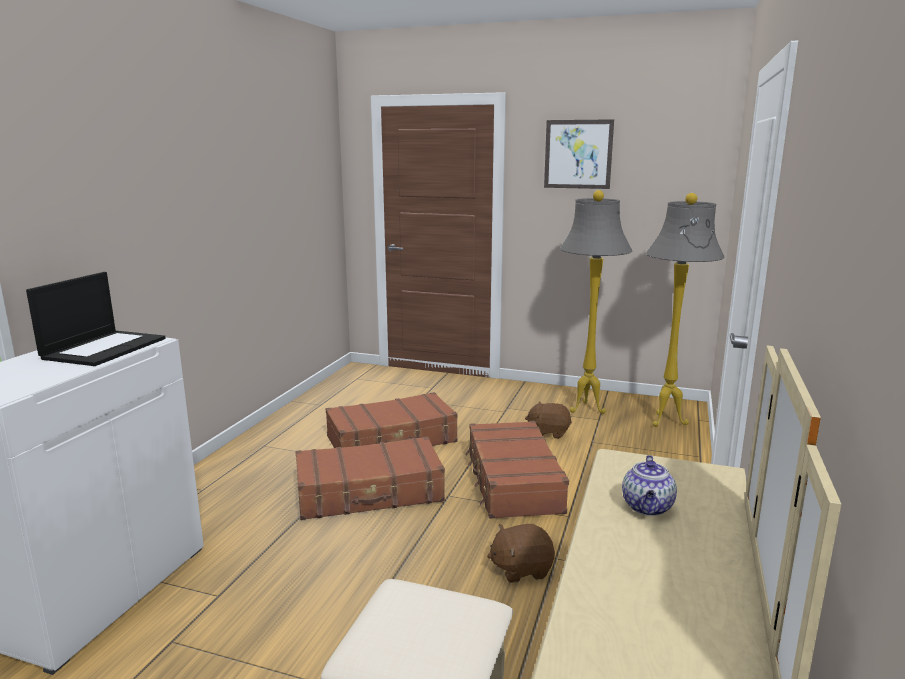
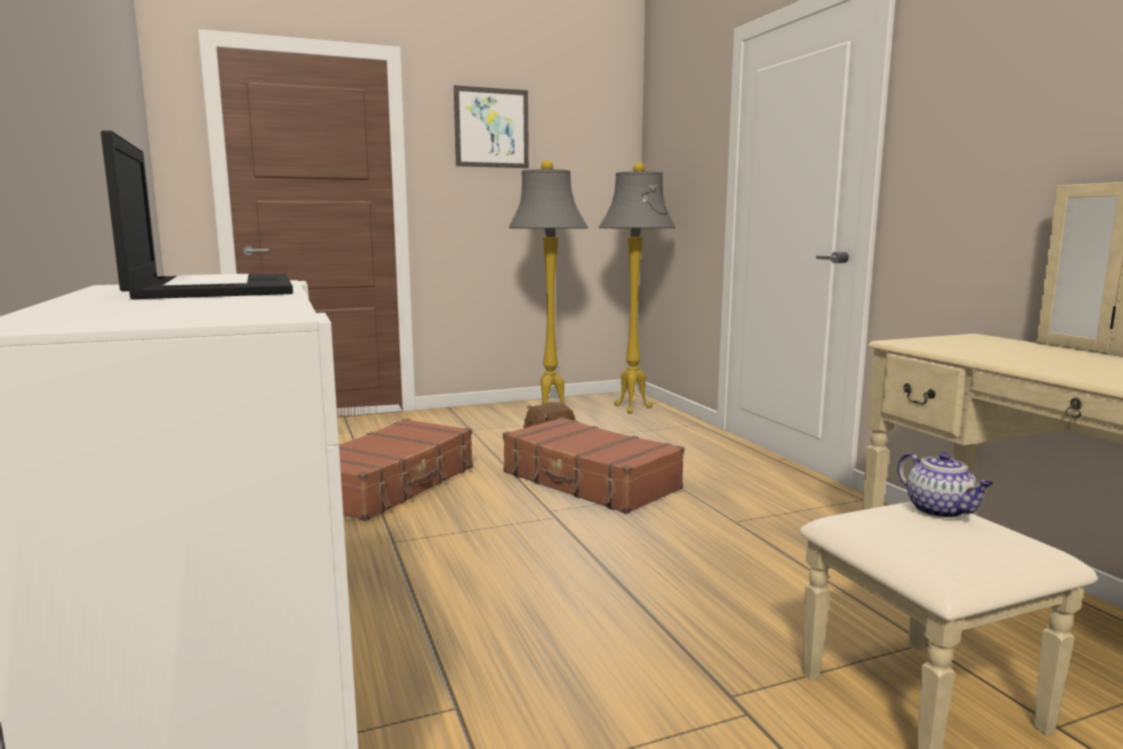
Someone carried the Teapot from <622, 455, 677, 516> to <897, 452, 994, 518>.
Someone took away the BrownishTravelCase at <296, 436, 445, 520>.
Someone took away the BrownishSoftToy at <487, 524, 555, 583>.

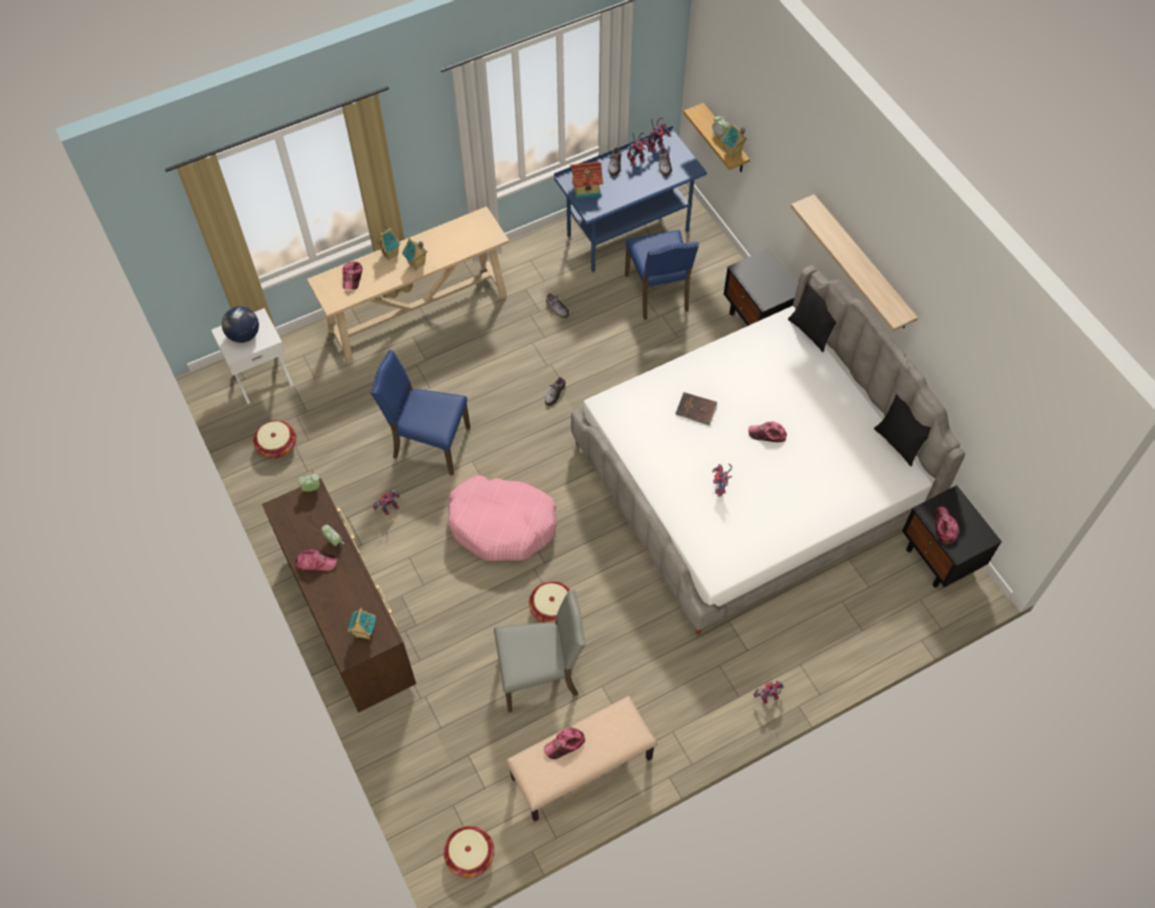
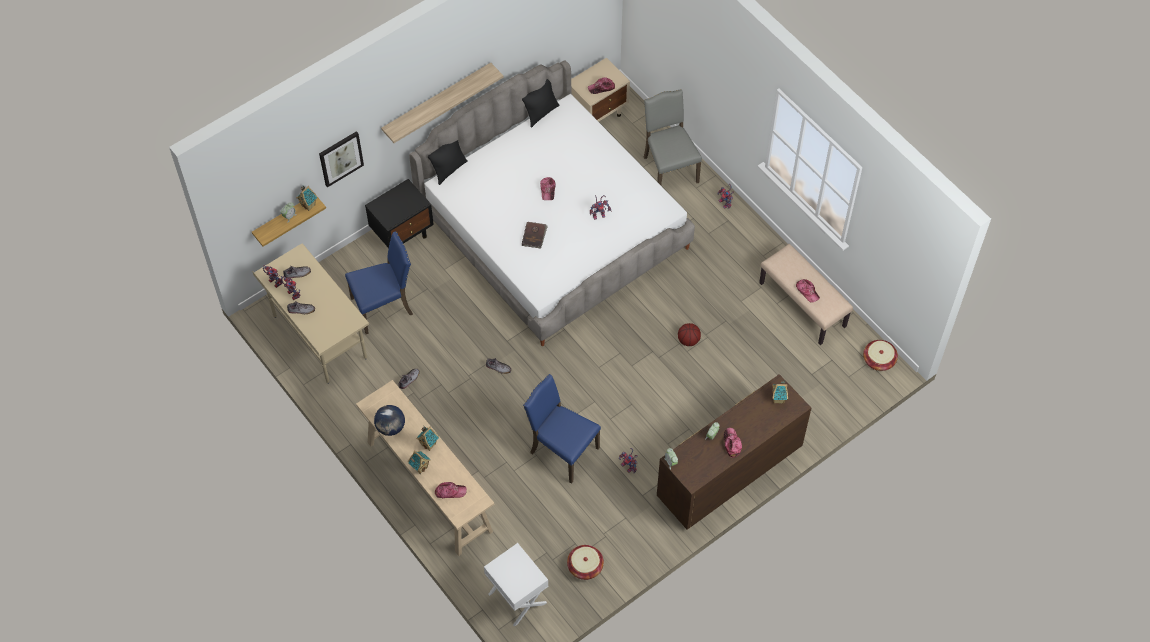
Someone repainted the BlueDesk at <554, 126, 707, 273>, which became the BeigeDesk at <252, 243, 369, 384>.
Someone put up the WallArt at <319, 131, 364, 187>.
Someone carried the Globe from <222, 306, 259, 343> to <374, 405, 405, 436>.
Someone rotated the BluePlainChair at <370, 350, 470, 476> by 120 degrees clockwise.
Someone repainted the BlackBedsideTable at <902, 485, 1002, 588>, which became the BeigeBedsideTable at <571, 58, 630, 122>.
Someone carried the GreyPlainChair from <494, 590, 586, 712> to <644, 89, 702, 185>.
Someone swapped the Basket at <529, 581, 570, 623> for the Basketball at <678, 323, 701, 346>.
Someone took away the PinkDogBed at <448, 475, 557, 561>.
Someone took away the MiniatureHouse at <570, 162, 603, 199>.

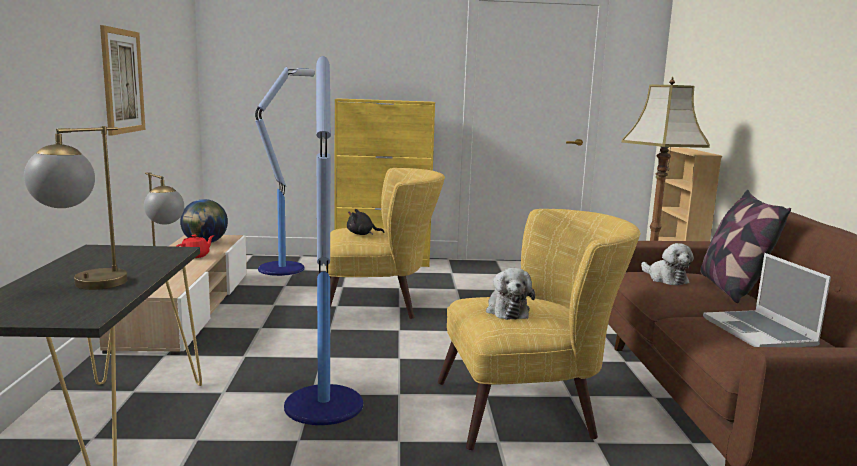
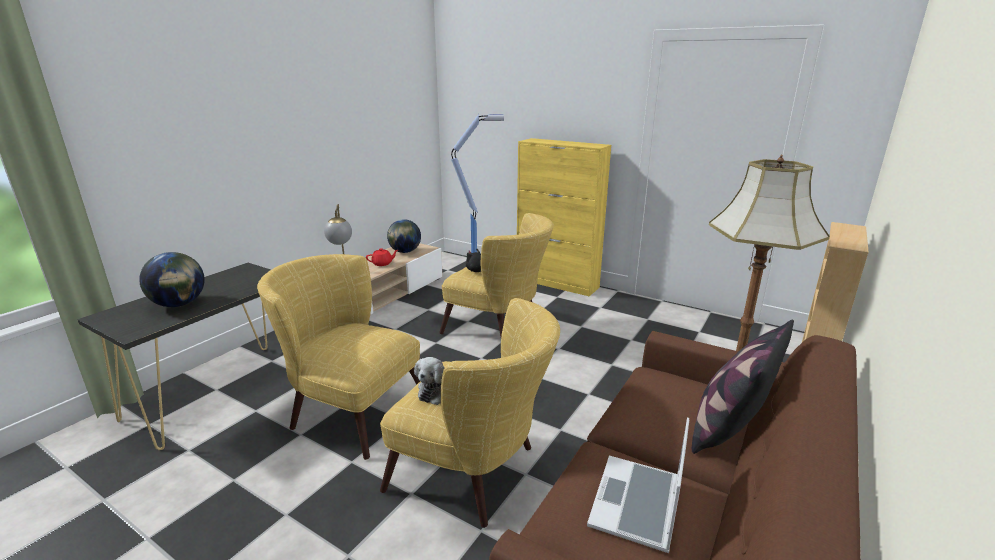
Someone swapped the TableLamp at <24, 126, 127, 290> for the Globe at <139, 252, 205, 307>.
Someone swapped the FloorLamp at <284, 56, 363, 425> for the YellowishEasyChair at <257, 254, 420, 460>.
Someone took away the WallArt at <100, 25, 146, 136>.
Someone took away the SoftToy at <641, 243, 694, 285>.

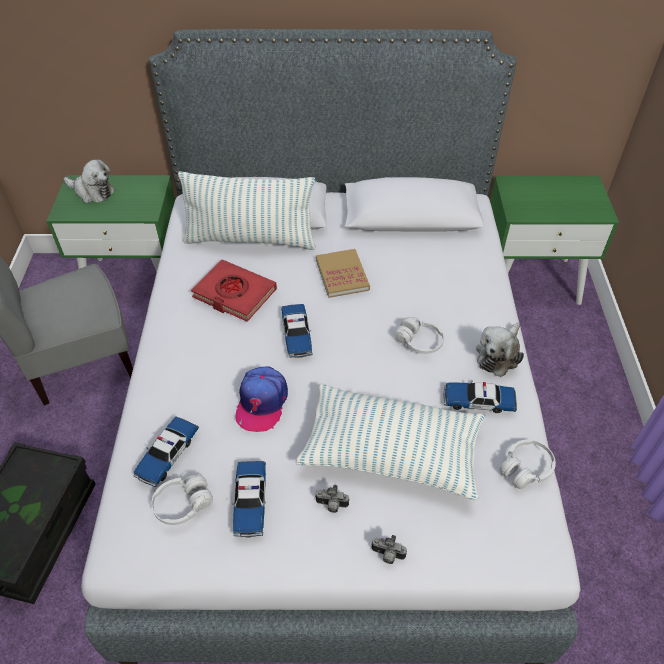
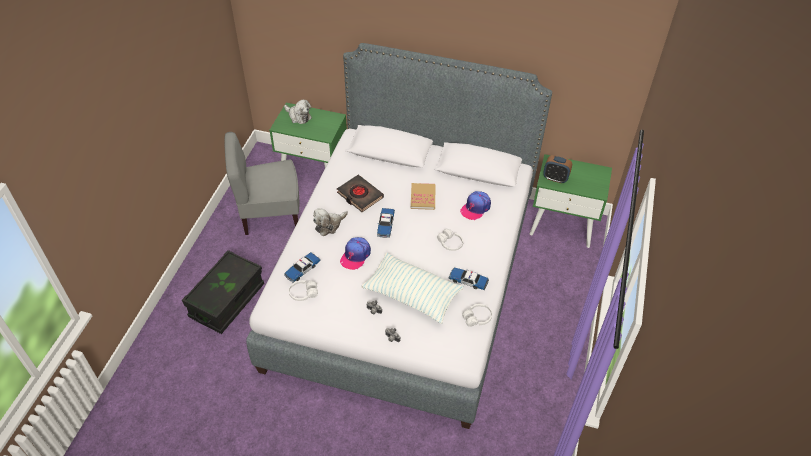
Someone carried the SoftToy from <476, 323, 524, 377> to <313, 208, 348, 236>.
Someone repainted the RedColouredBoundBook at <191, 259, 277, 322>, which became the BlackBoundBook at <337, 175, 384, 212>.
Someone put down the PeakedCap at <460, 191, 491, 220>.
Someone put down the AlarmClock at <543, 155, 572, 183>.
Someone took away the Pillow at <178, 172, 316, 250>.
Someone took away the ToyCar at <232, 461, 266, 537>.

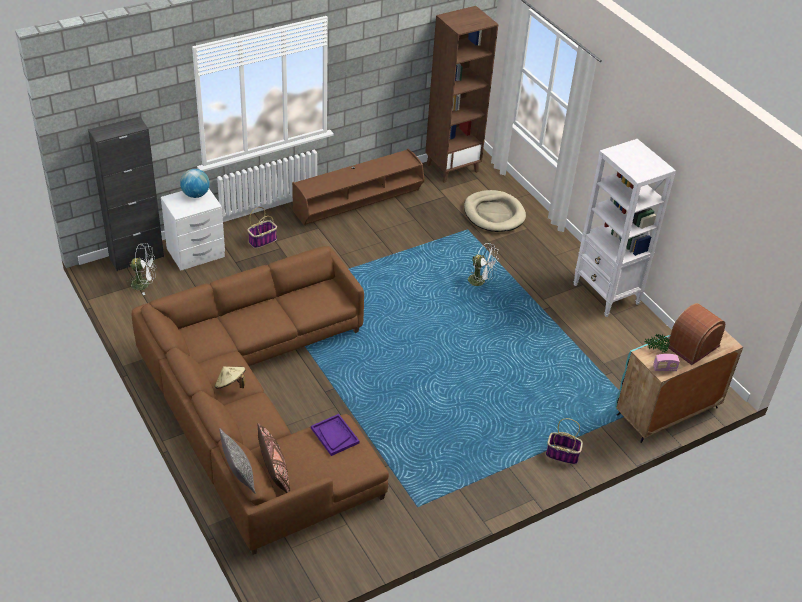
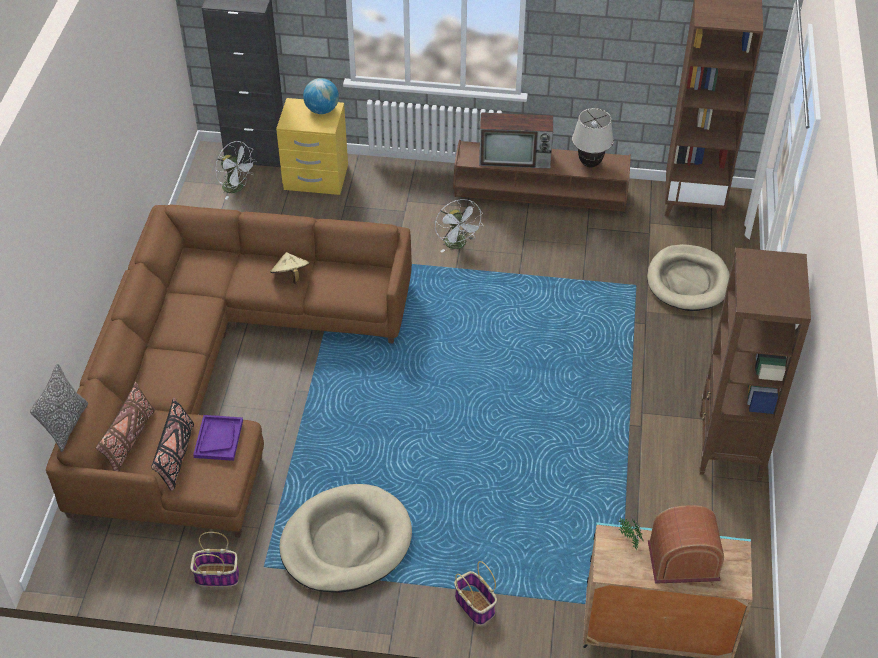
Someone put down the BlackPillow at <151, 398, 194, 491>.
Someone carried the Basket from <248, 207, 277, 248> to <190, 532, 239, 587>.
Someone carried the BeigeWearableHat from <215, 366, 246, 389> to <270, 252, 310, 284>.
Someone repainted the WhiteBedsideTable at <161, 189, 225, 270>, which became the YellowishBedsideTable at <276, 98, 348, 195>.
Someone put down the BeigeDogBed at <280, 484, 412, 593>.
Someone carried the WhiteElectricFan from <468, 243, 499, 286> to <435, 199, 483, 252>.
Someone put down the TvSet at <479, 112, 553, 169>.
Someone put down the BeigeTableLamp at <572, 108, 614, 168>.
Someone repainted the WhiteBookcase at <574, 139, 676, 317>, which became the BrownishBookcase at <700, 248, 811, 481>.
Someone took away the Radio at <653, 354, 680, 371>.

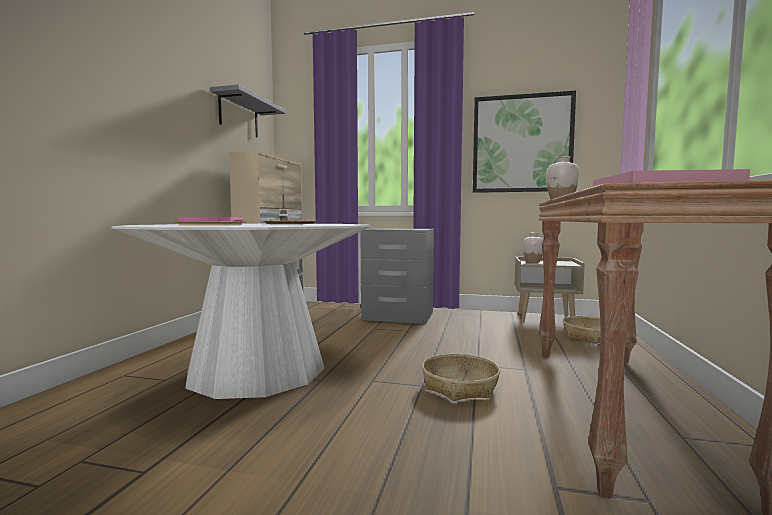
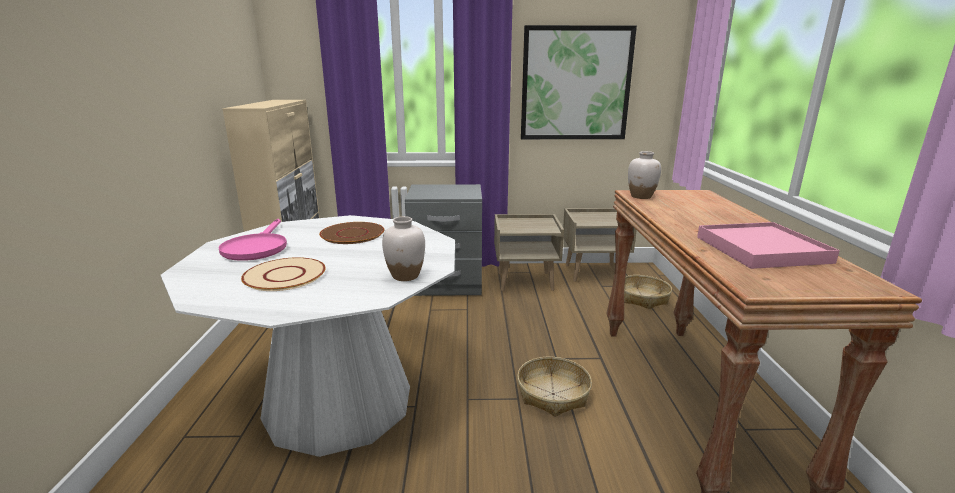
Someone carried the WhiteDecorativeVase from <523, 233, 543, 263> to <382, 216, 425, 281>.
Someone put down the BeigeBedsideTable at <494, 214, 564, 291>.
Someone took away the GreyBracketShelf at <210, 85, 286, 137>.

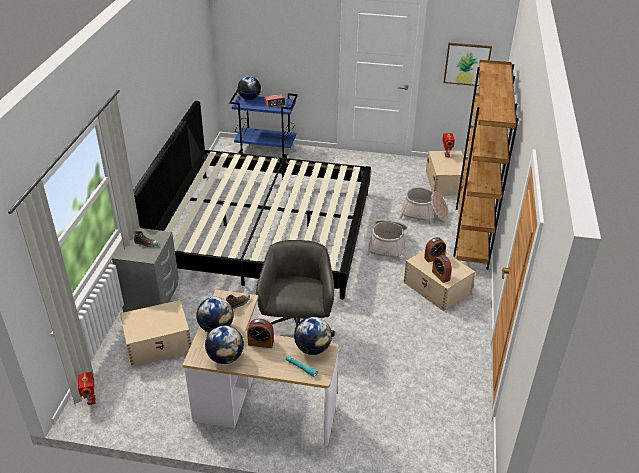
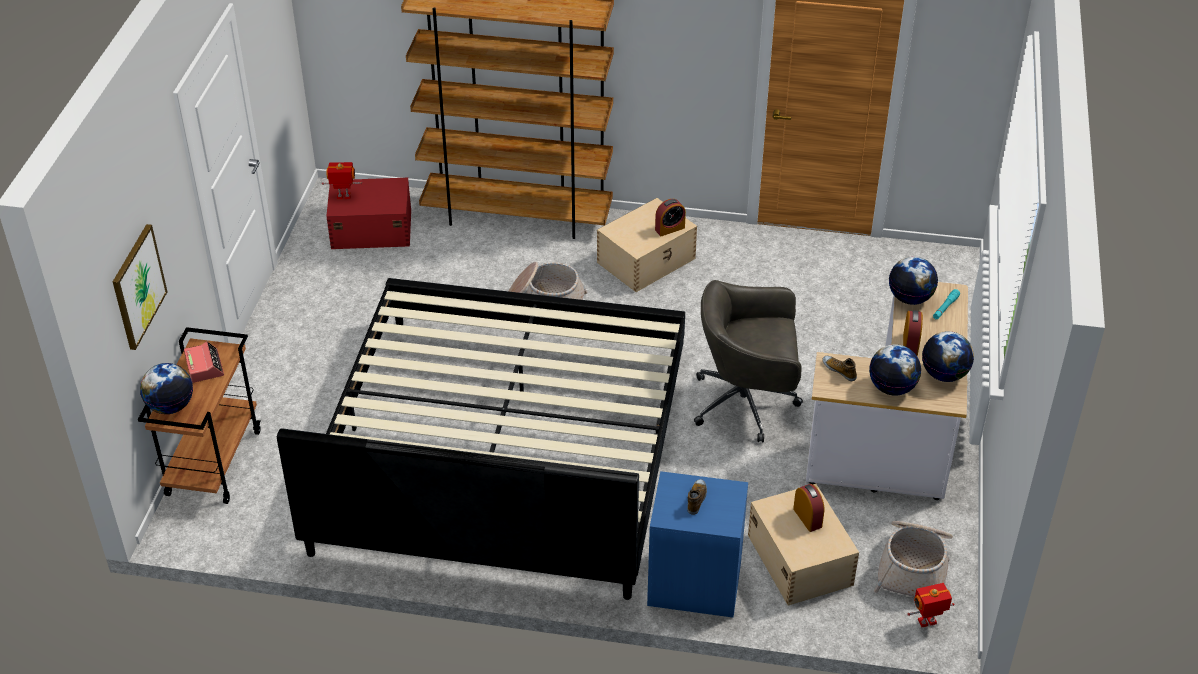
Someone carried the WallArt from <444, 43, 492, 86> to <113, 224, 168, 350>.
Someone repainted the BlueTrolley at <229, 89, 298, 158>, which became the BrownishTrolley at <138, 327, 261, 504>.
Someone repainted the BeigeStorageBin at <426, 151, 464, 196>, which became the RedColouredStorageBin at <326, 178, 411, 249>.
Someone repainted the GreyBedsideTable at <112, 228, 179, 312>, which became the BlueBedsideTable at <647, 471, 748, 617>.
Someone carried the AlarmClock from <424, 237, 446, 263> to <793, 484, 825, 532>.
Someone carried the Basket from <400, 188, 448, 225> to <874, 521, 953, 597>.

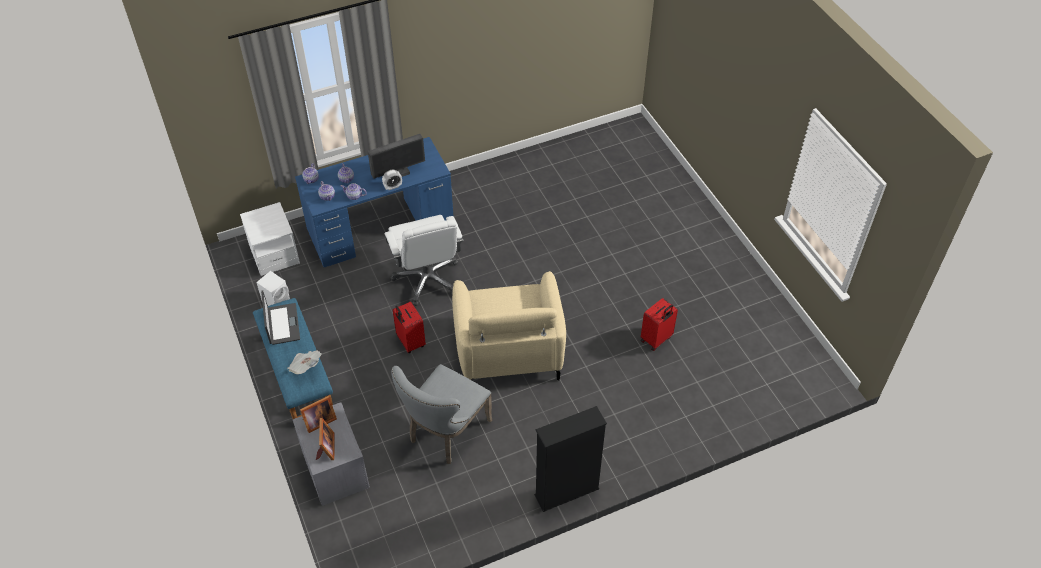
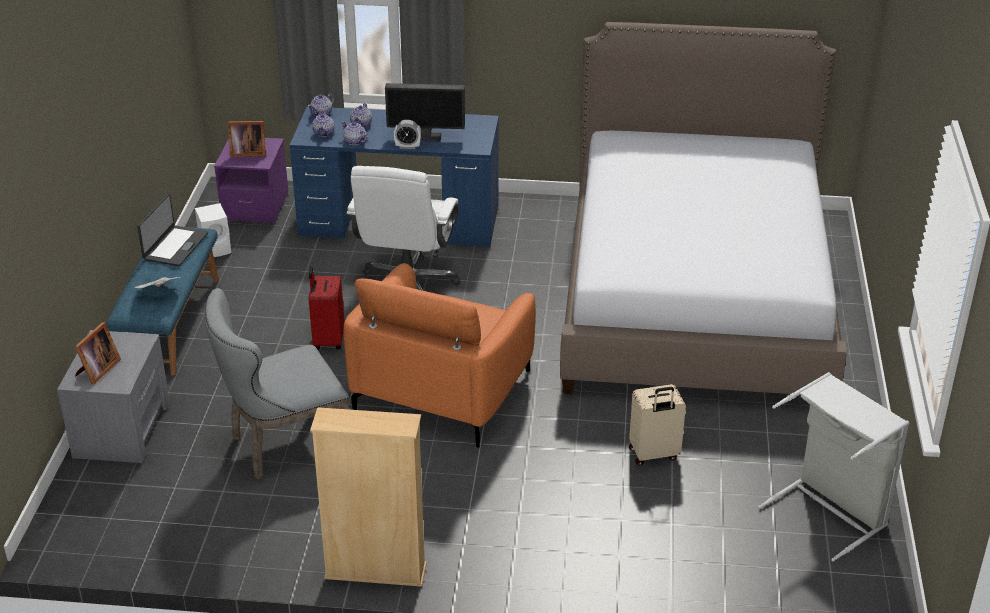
Someone repainted the WhiteBedsideTable at <240, 202, 300, 276>, which became the PurplishBedsideTable at <214, 138, 288, 223>.
Someone carried the StandingFrame from <300, 396, 337, 433> to <227, 121, 266, 157>.
Someone repainted the BlackBookcase at <534, 406, 607, 512>, which became the BeigeBookcase at <310, 407, 427, 587>.
Someone repainted the BeigeEasyChair at <452, 271, 566, 381>, which became the OrangeyEasyChair at <343, 263, 536, 448>.
Someone put down the SleepingBed at <560, 22, 847, 394>.
Someone repainted the RedColouredTravelCase at <641, 298, 678, 351>, which became the BeigeTravelCase at <629, 384, 686, 466>.
Someone put down the GreyHamper at <758, 372, 909, 562>.

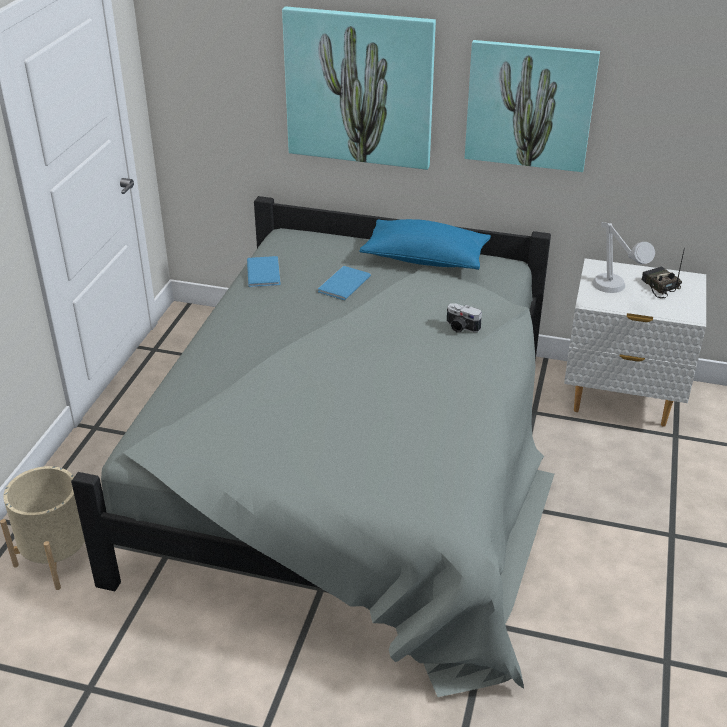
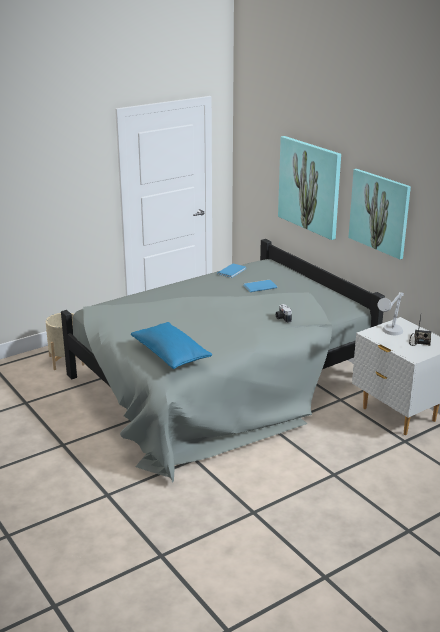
Someone carried the BluePillow from <359, 219, 491, 270> to <131, 322, 212, 369>.

